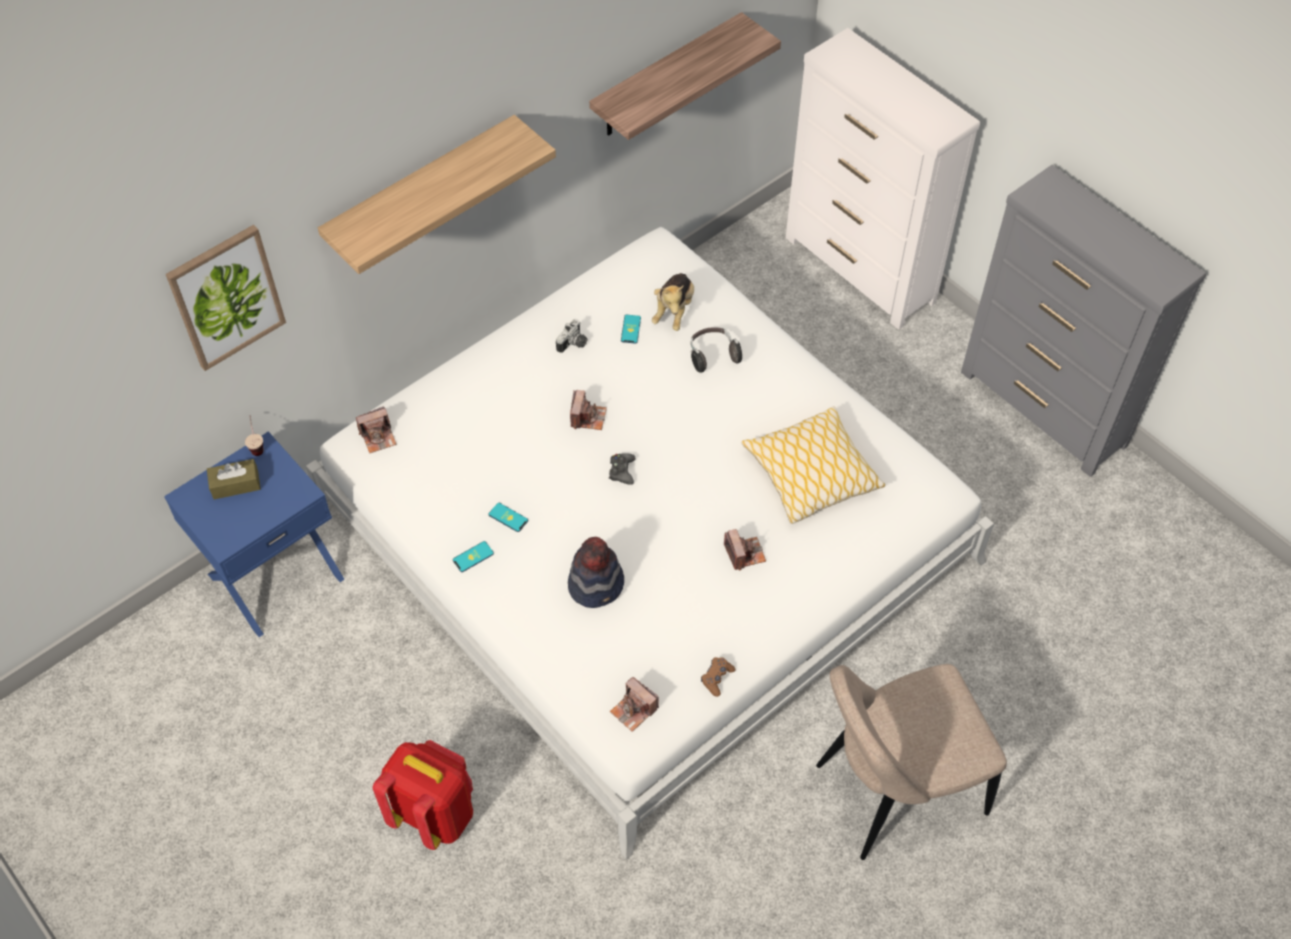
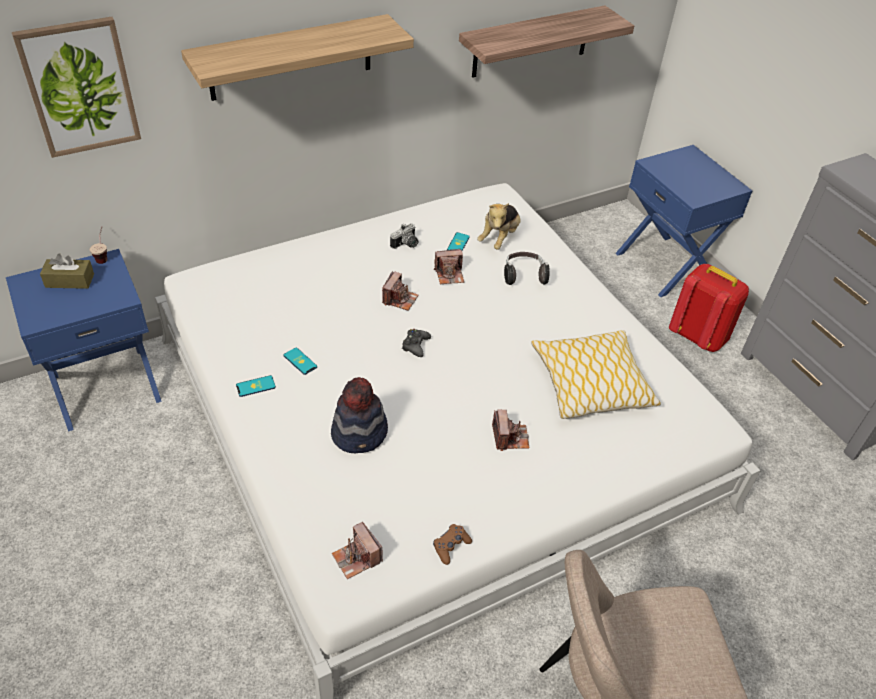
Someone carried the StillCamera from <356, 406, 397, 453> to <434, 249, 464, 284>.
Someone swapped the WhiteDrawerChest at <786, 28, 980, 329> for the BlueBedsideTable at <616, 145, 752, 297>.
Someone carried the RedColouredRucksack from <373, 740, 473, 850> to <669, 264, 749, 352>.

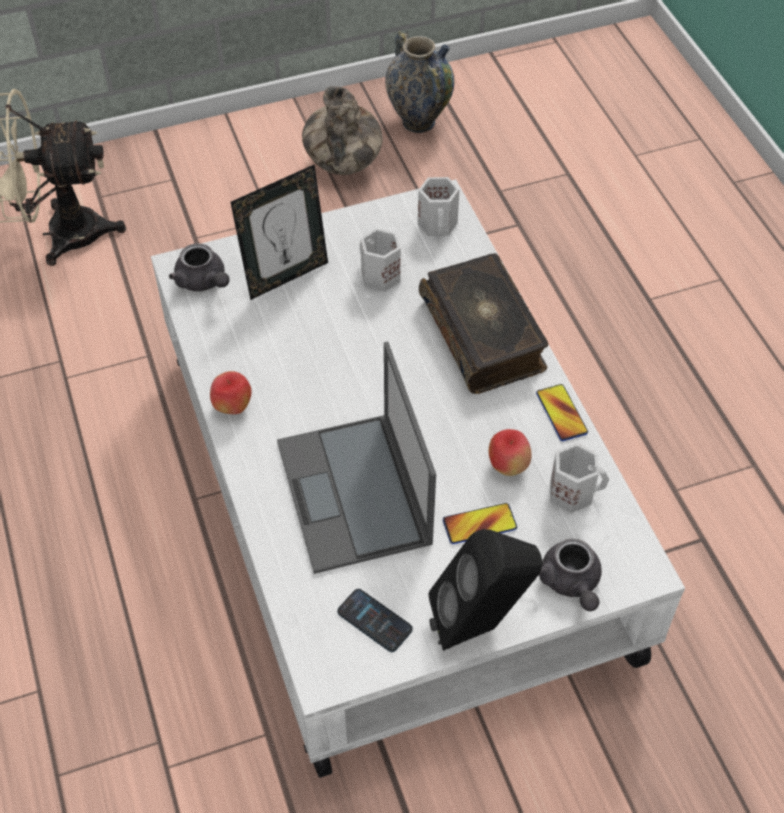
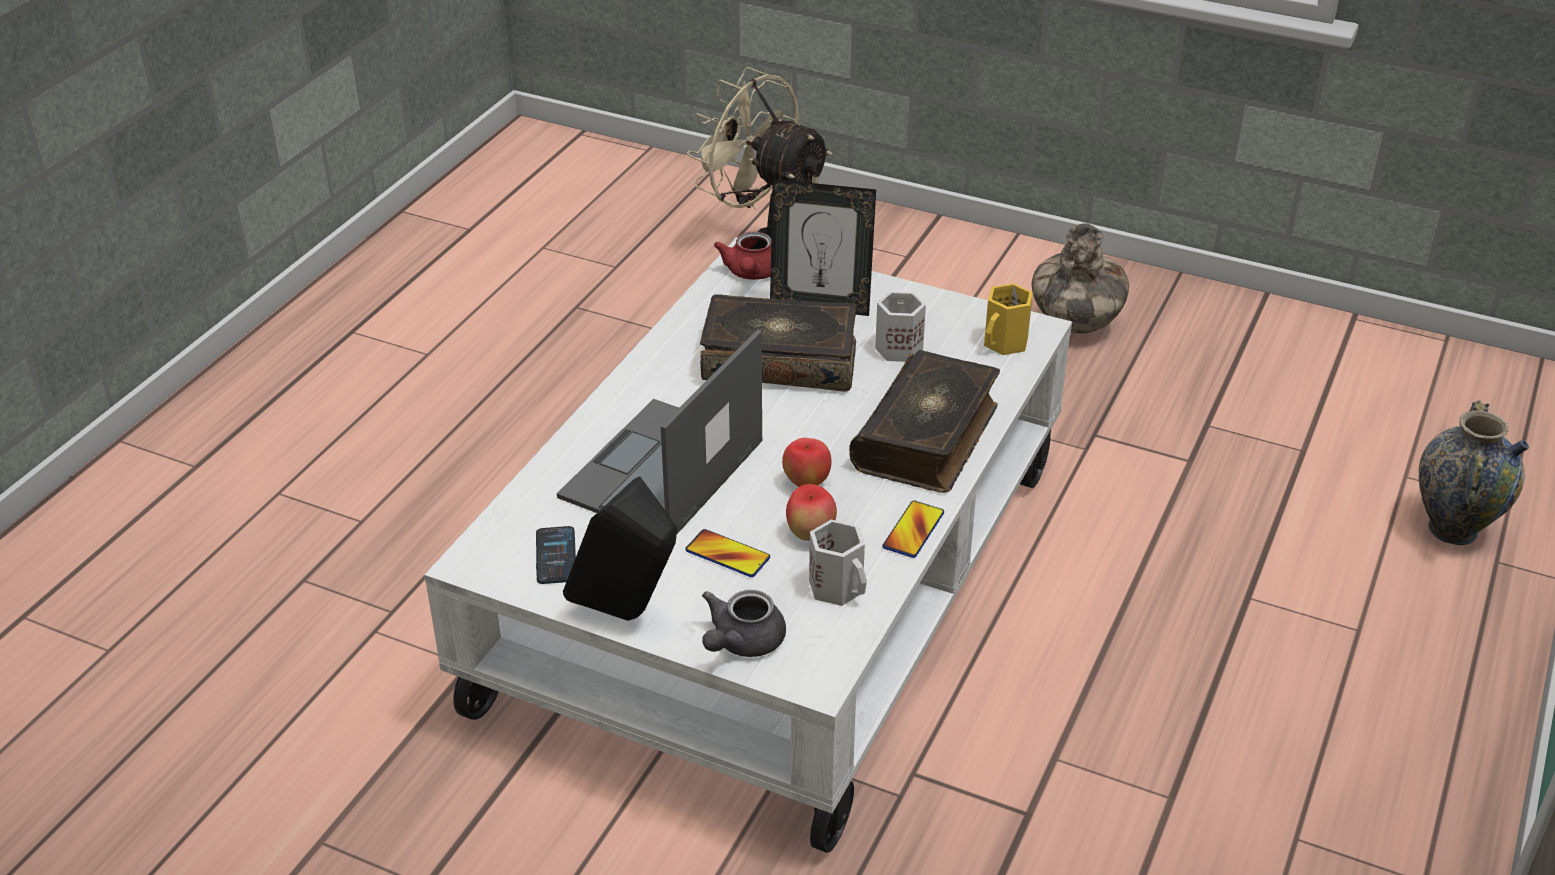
Someone put down the BoundBook at <700, 294, 857, 391>.
Someone repainted the GreyTeapot at <169, 243, 229, 291>, which became the RedColouredTeapot at <714, 232, 771, 280>.
Someone carried the AppleFruit from <210, 371, 251, 414> to <782, 438, 831, 487>.
Someone repainted the WhiteCoffeeMug at <418, 177, 460, 236>, which became the YellowishCoffeeMug at <984, 283, 1033, 355>.
Someone carried the DecorativeVase from <385, 31, 455, 133> to <1419, 400, 1529, 545>.

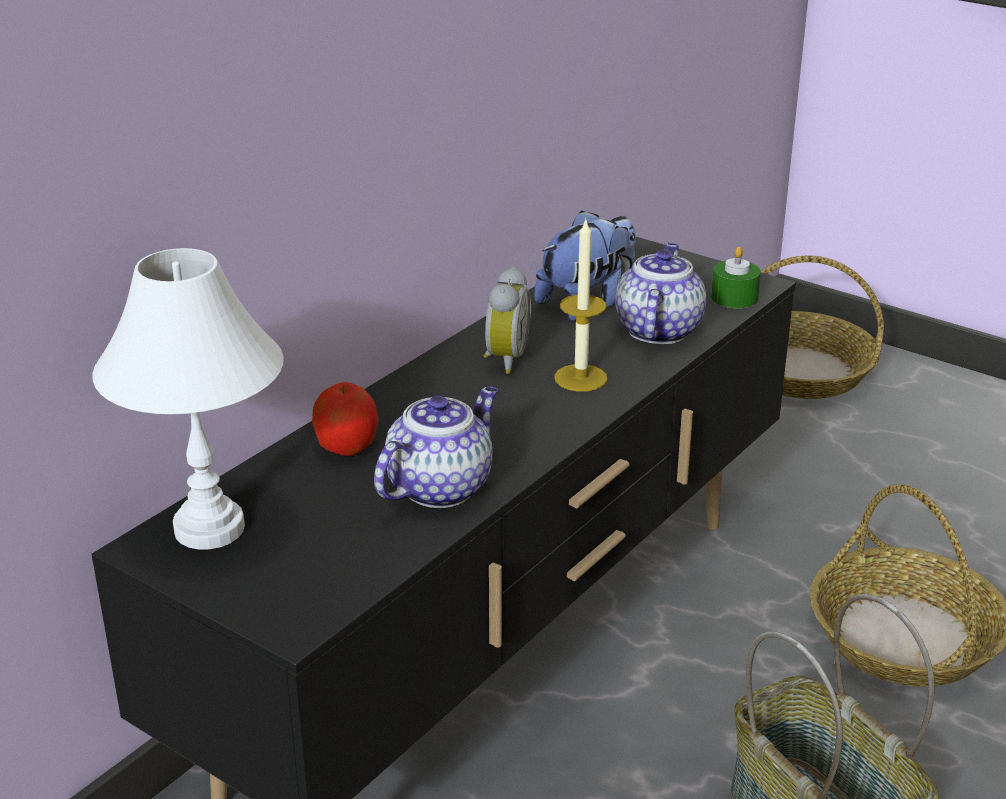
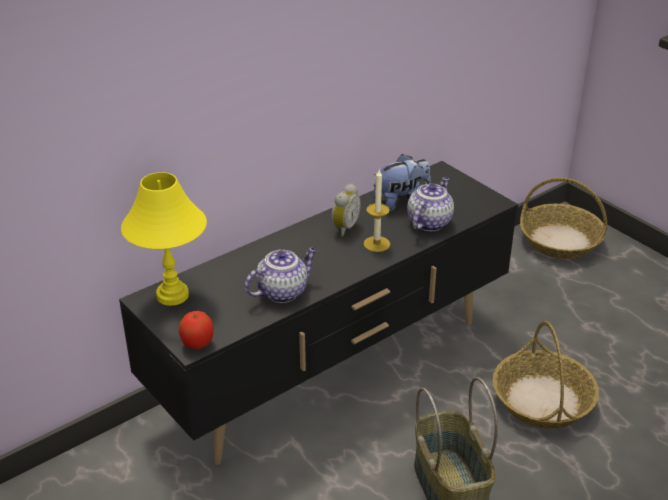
Someone repainted the WhiteTableLamp at <92, 248, 284, 549>, which became the YellowishTableLamp at <121, 172, 207, 306>.
Someone carried the AppleFruit from <312, 382, 379, 456> to <179, 311, 214, 349>.
Someone took away the GreenWaxCandle at <711, 247, 761, 308>.

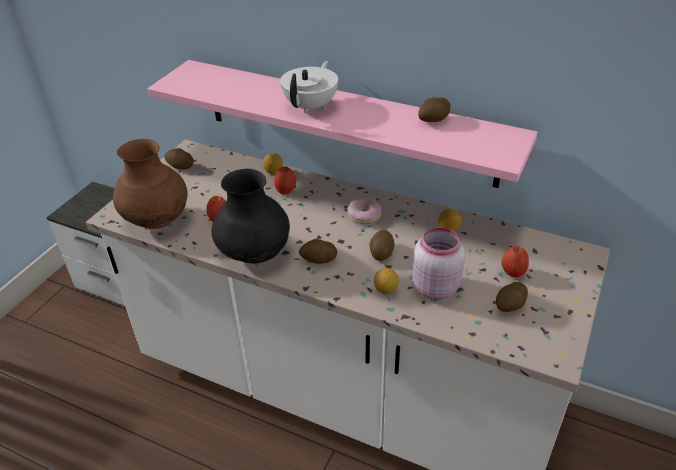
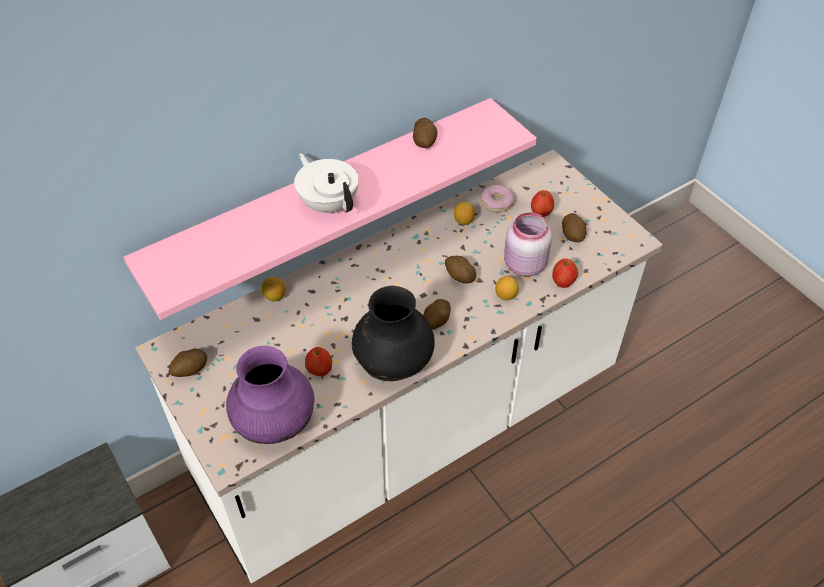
Someone repainted the BrownishDecorativeVase at <113, 139, 188, 229>, which became the PurplishDecorativeVase at <226, 346, 315, 444>.
Someone carried the Donut from <347, 198, 381, 224> to <481, 185, 515, 212>.
Someone carried the AppleFruit from <274, 166, 296, 194> to <552, 259, 578, 288>.

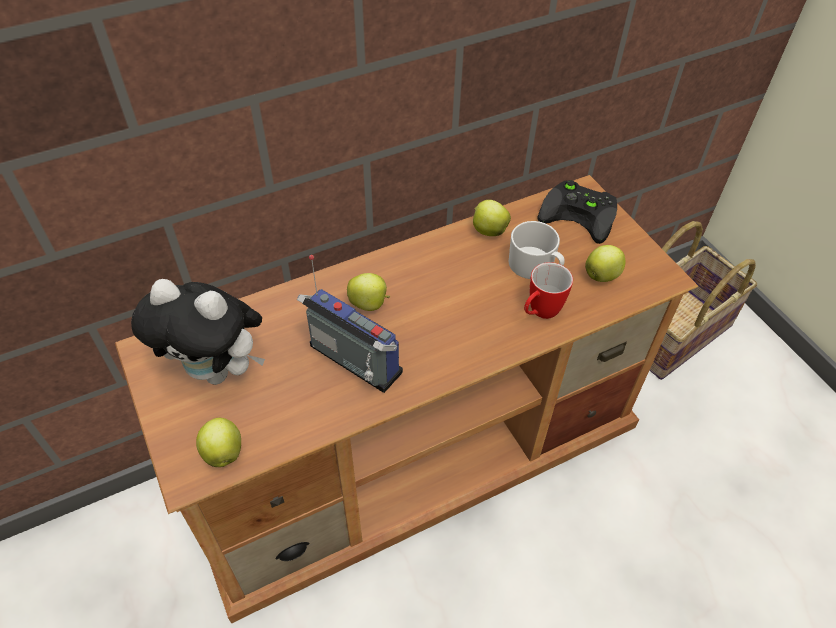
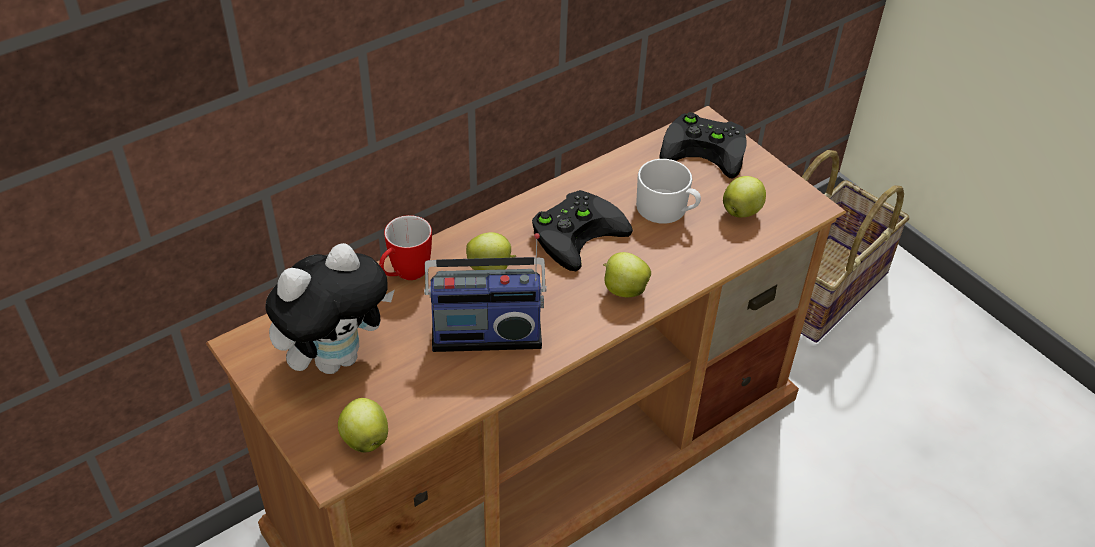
Someone rotated the SoftToy at <131, 279, 265, 385> by 45 degrees counterclockwise.
Someone carried the CoffeeMug from <524, 262, 573, 319> to <379, 215, 432, 280>.
Someone rotated the Radio at <297, 255, 403, 393> by 150 degrees clockwise.
Someone put down the BlackJoypad at <532, 190, 633, 271>.
Someone carried the AppleFruit from <473, 200, 511, 236> to <603, 252, 651, 297>.

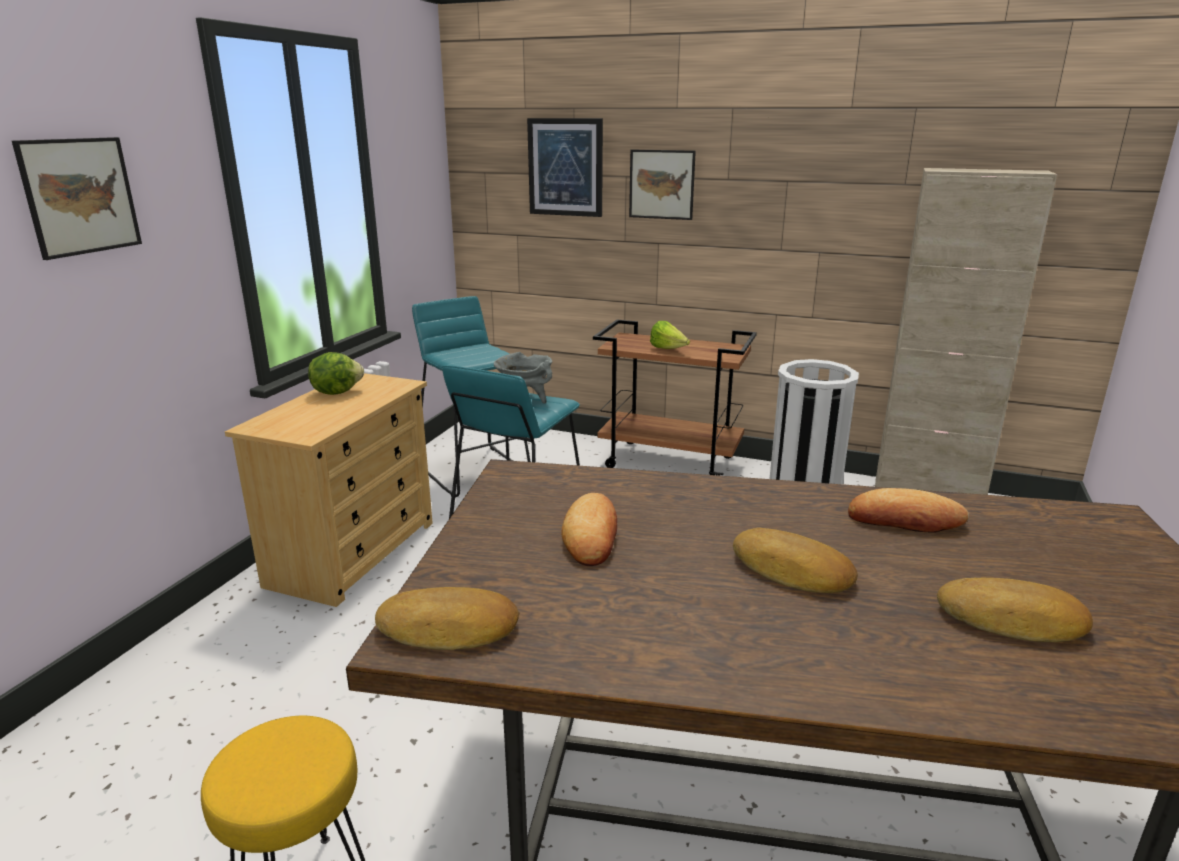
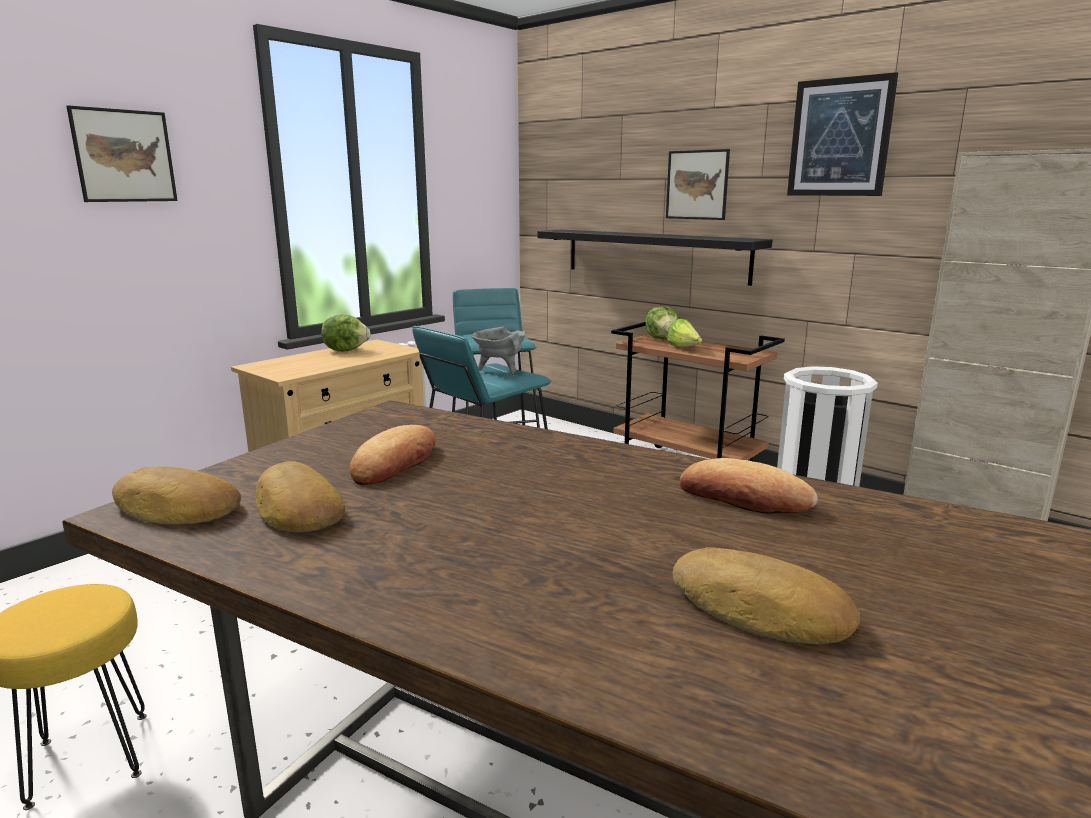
Someone carried the Bread from <733, 527, 858, 593> to <255, 461, 345, 533>.
Someone put up the BlackBracketShelf at <537, 230, 772, 286>.
Someone put down the Lettuce at <645, 306, 680, 339>.
Someone carried the WallArt from <527, 118, 603, 217> to <787, 72, 898, 196>.

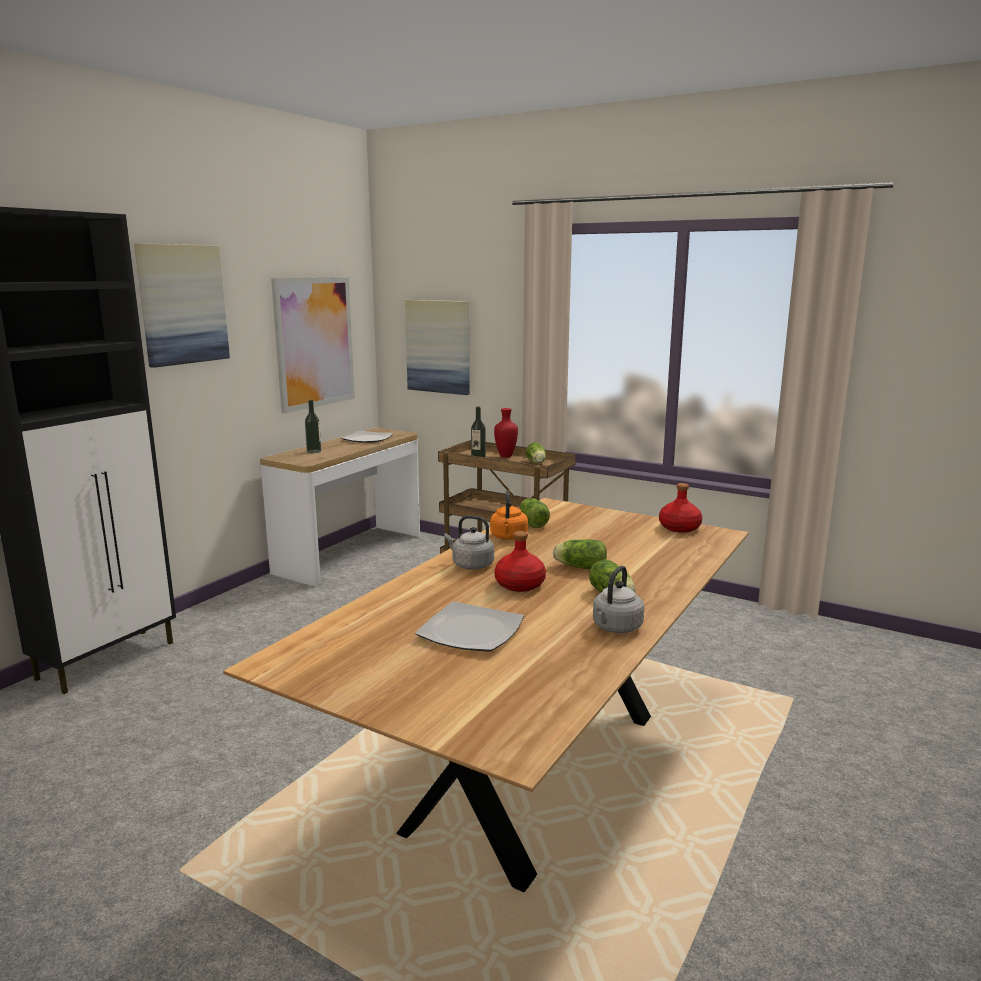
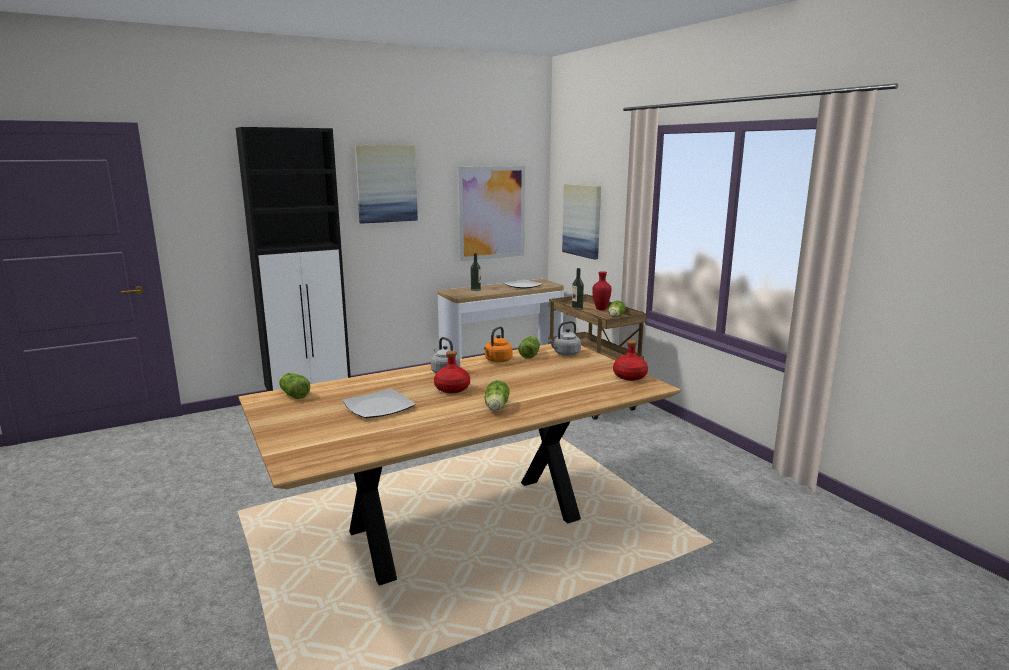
Someone carried the Lettuce from <553, 539, 607, 569> to <279, 373, 310, 399>.
Someone carried the GreyTeaKettle from <593, 566, 644, 633> to <548, 321, 581, 356>.

